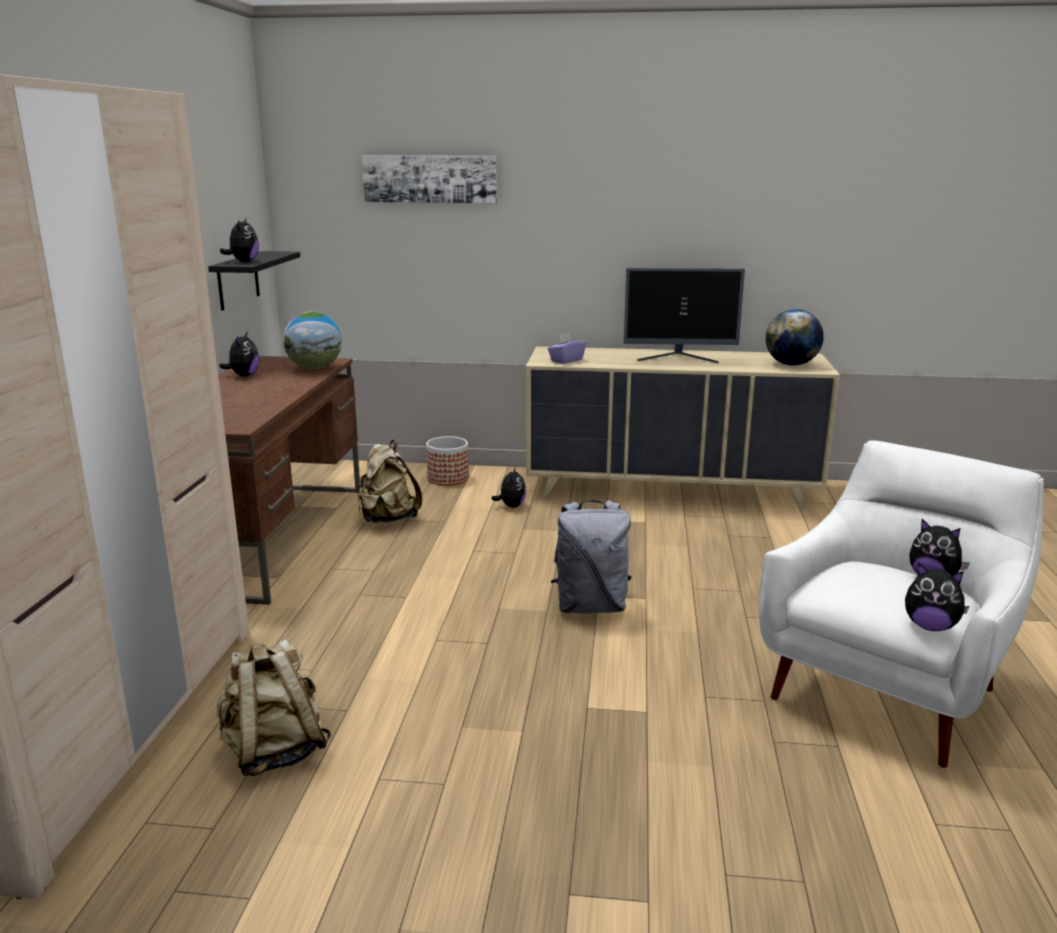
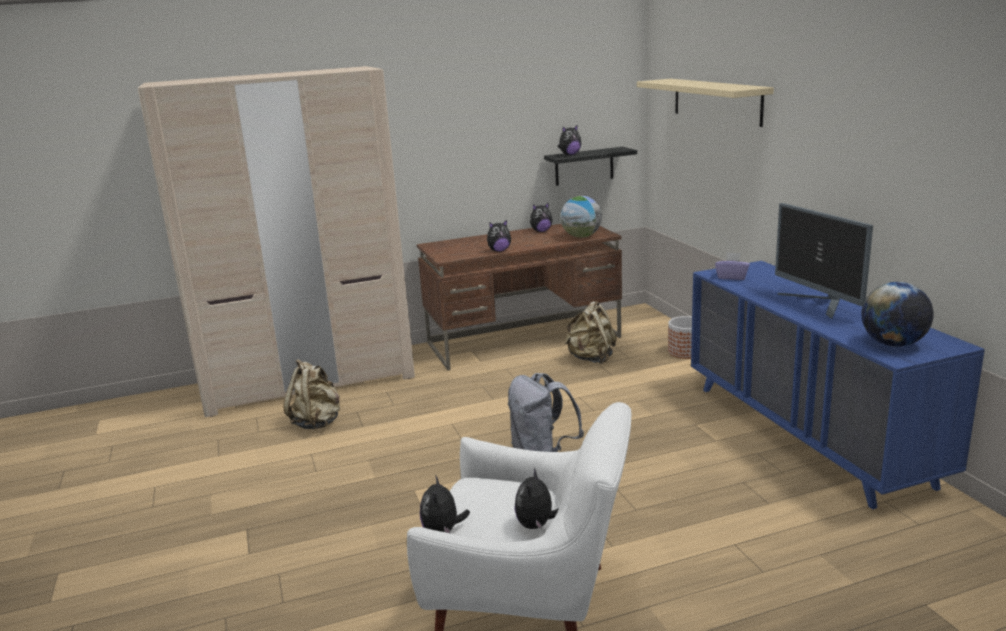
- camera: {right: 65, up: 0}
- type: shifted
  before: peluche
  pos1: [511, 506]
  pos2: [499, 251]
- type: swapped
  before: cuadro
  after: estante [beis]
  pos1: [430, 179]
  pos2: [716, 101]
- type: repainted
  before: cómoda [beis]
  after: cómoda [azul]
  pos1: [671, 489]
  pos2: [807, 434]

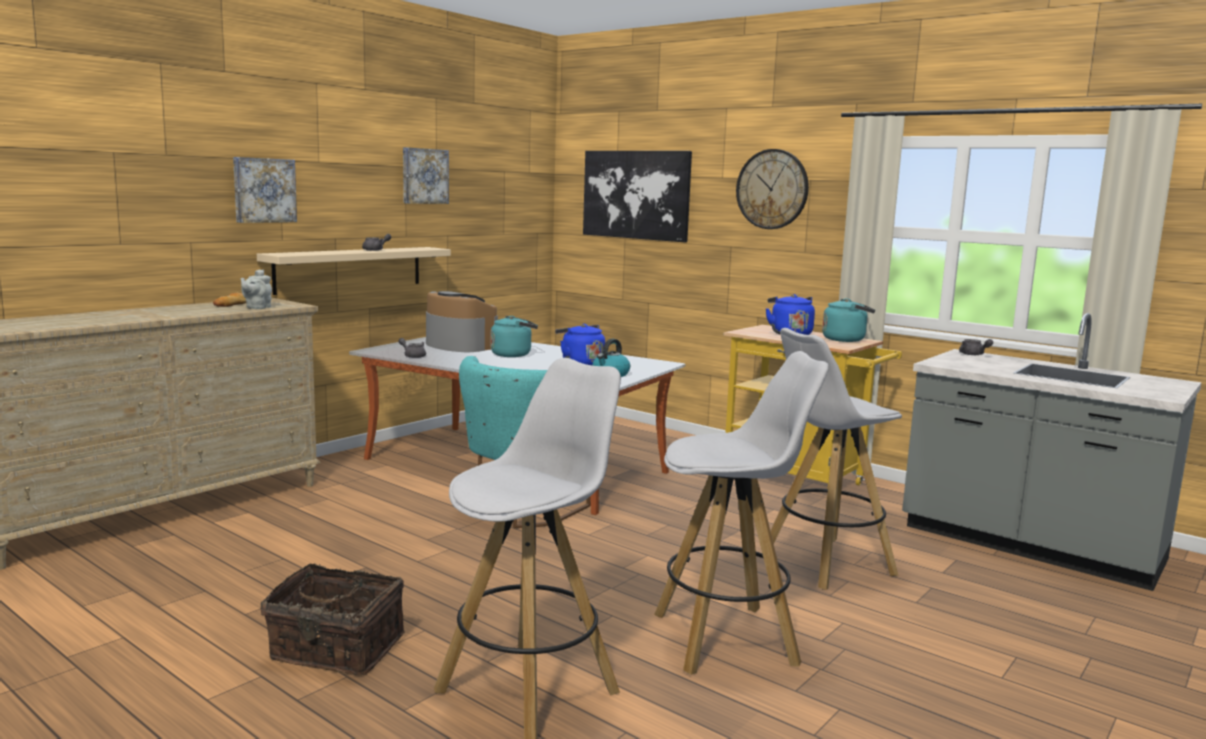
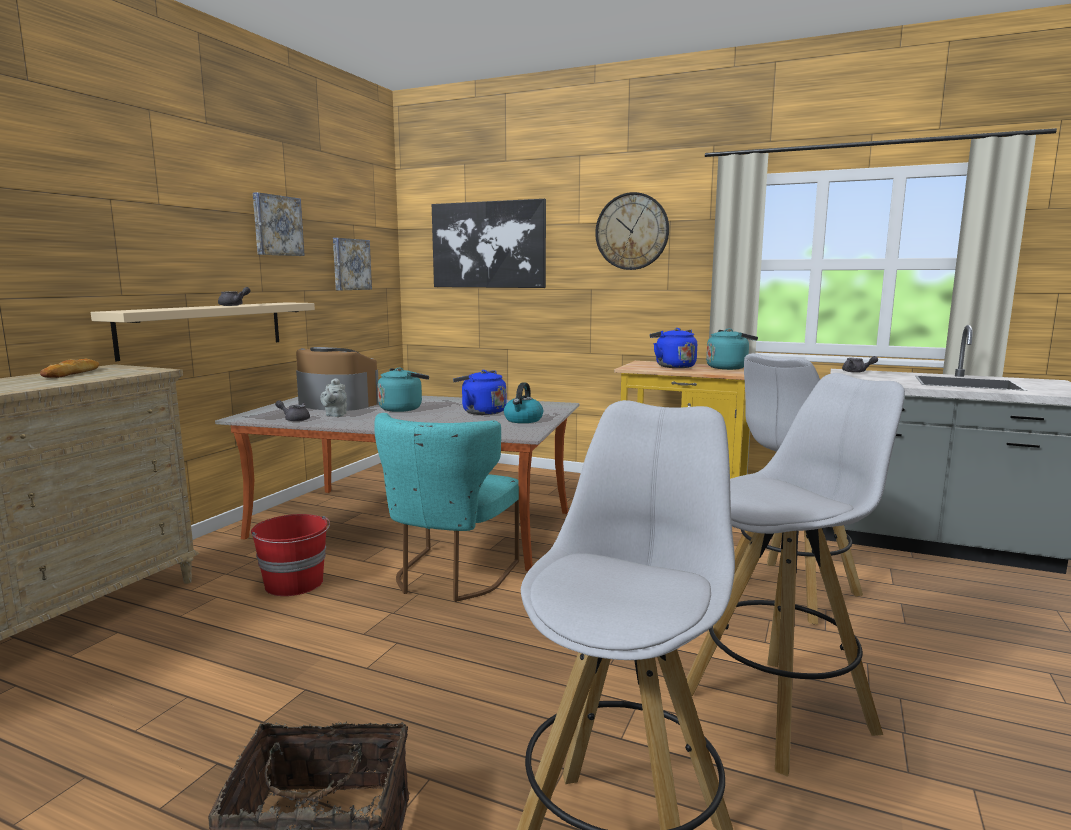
- camera: {right: -15, up: 0}
- type: new
  after: cubo [rojo]
  pos2: [295, 584]
- type: shifted
  before: tetera [gris]
  pos1: [257, 307]
  pos2: [335, 415]
- type: shifted
  before: cuadro
  pos1: [264, 190]
  pos2: [350, 264]

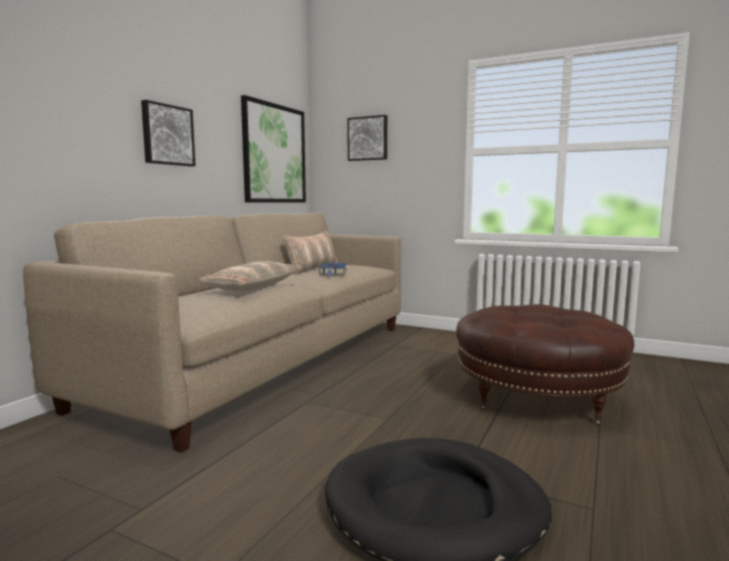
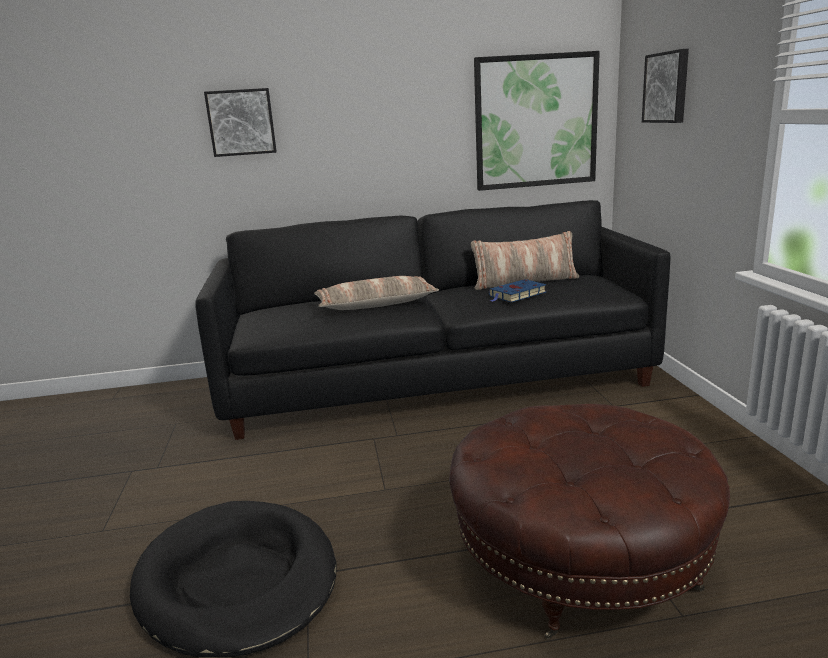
- camera: {right: 55, up: 10}
- type: repainted
  before: sofá [beis]
  after: sofá [negro]
  pos1: [267, 361]
  pos2: [435, 380]
- type: shifted
  before: cuadro
  pos1: [167, 135]
  pos2: [241, 122]

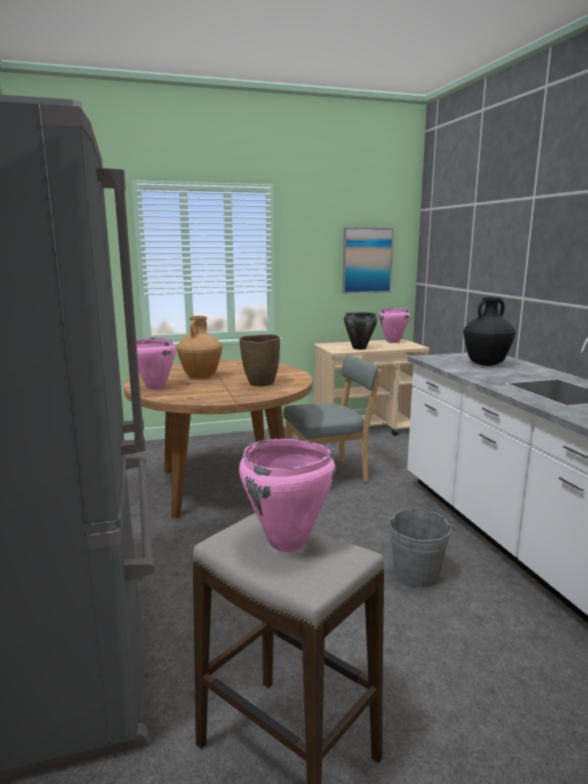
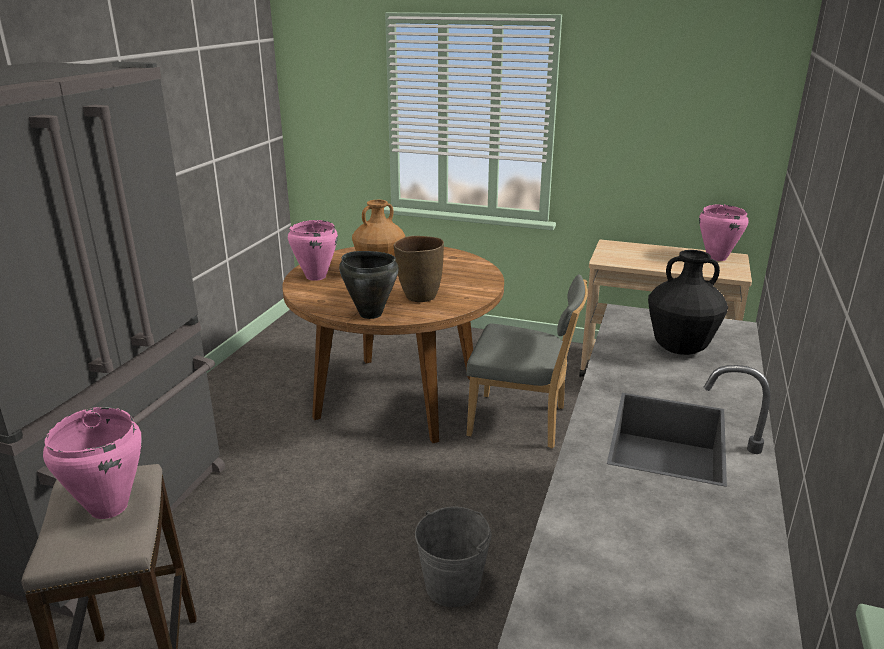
- camera: {right: 35, up: 10}
- type: shifted
  before: olla [negro]
  pos1: [359, 348]
  pos2: [370, 314]
- type: gone
  before: cuadro
  pos1: [367, 260]

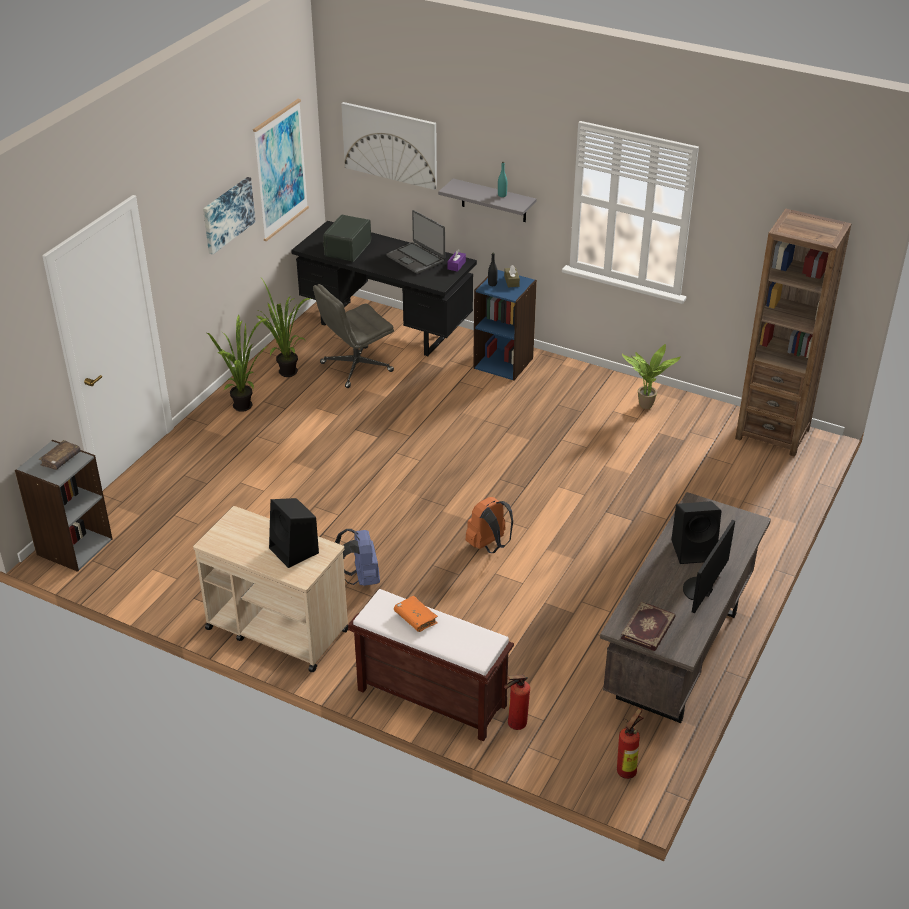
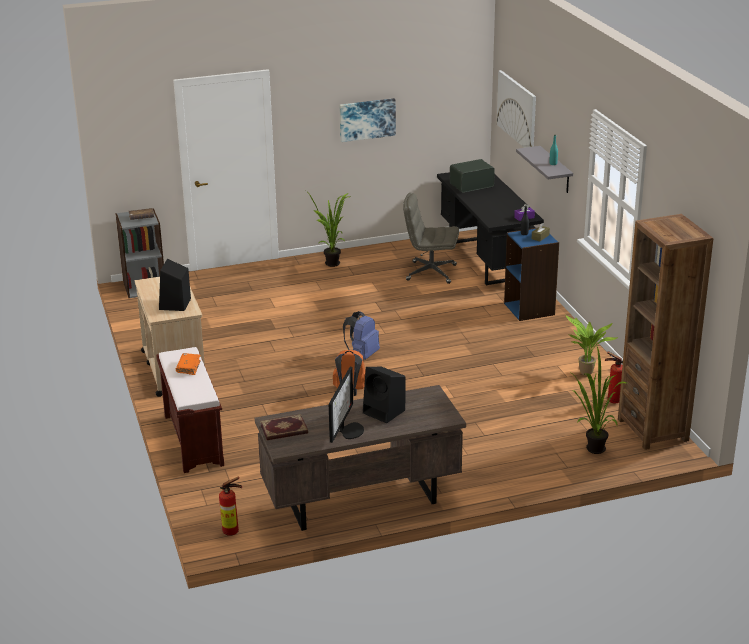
- camera: {right: 45, up: -10}
- type: rotated
  before: monitor
  pos1: [700, 590]
  pos2: [349, 430]
  turn: 120
- type: shifted
  before: mochila [azul]
  pos1: [361, 578]
  pos2: [362, 355]
- type: shifted
  before: planta en maceta
  pos1: [286, 375]
  pos2: [591, 450]
- type: shifted
  before: extintor
  pos1: [514, 725]
  pos2: [612, 400]
- type: gone
  before: cuadro
  pos1: [280, 170]
- type: gone
  before: portátil
  pos1: [416, 258]

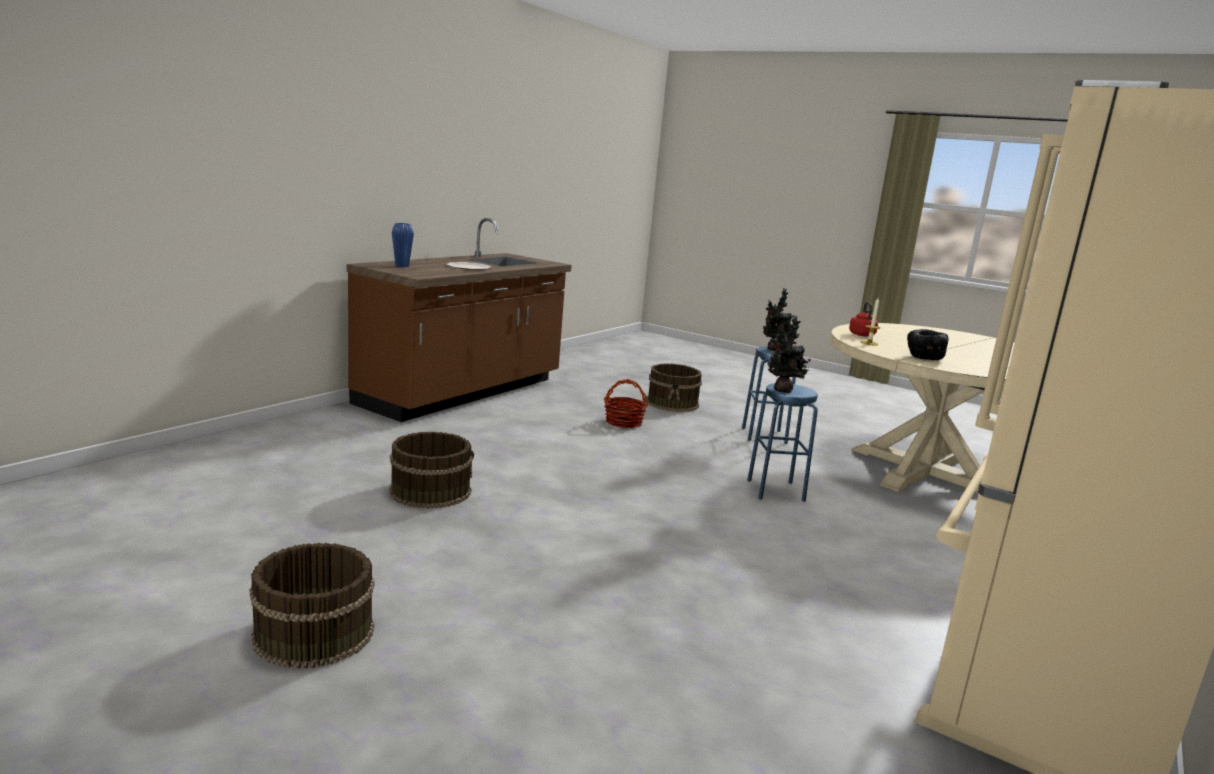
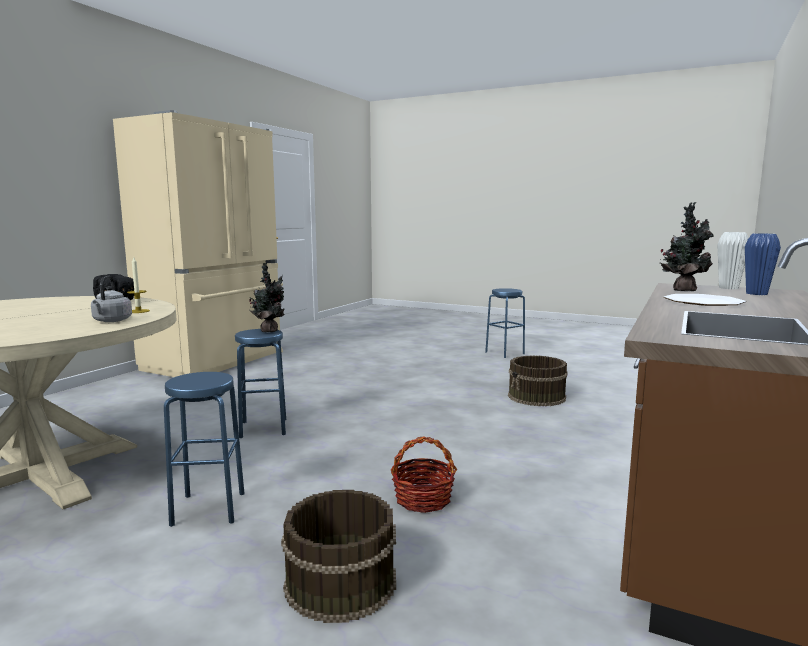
- camera: {right: 175, up: -5}
- type: repainted
  before: hervidor [rojo]
  after: hervidor [gris]
  pos1: [861, 334]
  pos2: [111, 321]
- type: swapped
  before: cubo [marrón]
  after: taburete [azul]
  pos1: [313, 634]
  pos2: [504, 353]
- type: shifted
  before: planta en maceta
  pos1: [774, 350]
  pos2: [683, 290]
- type: new
  after: florero [blanco]
  pos2: [728, 288]

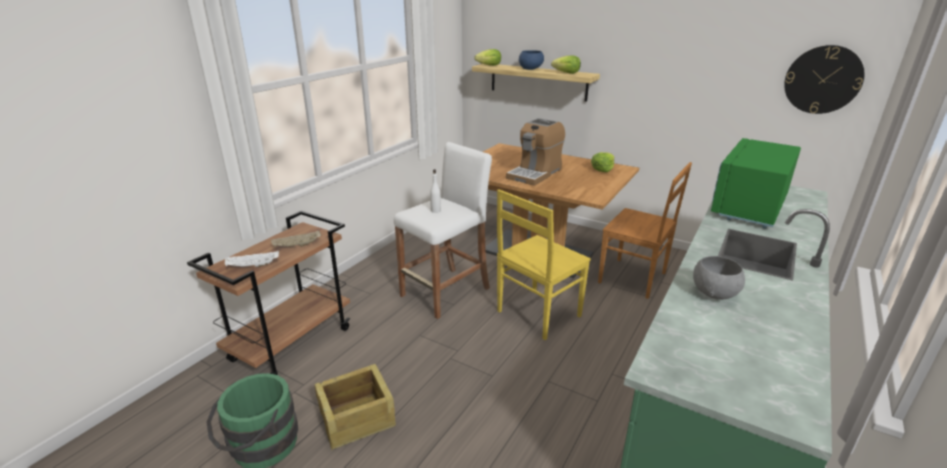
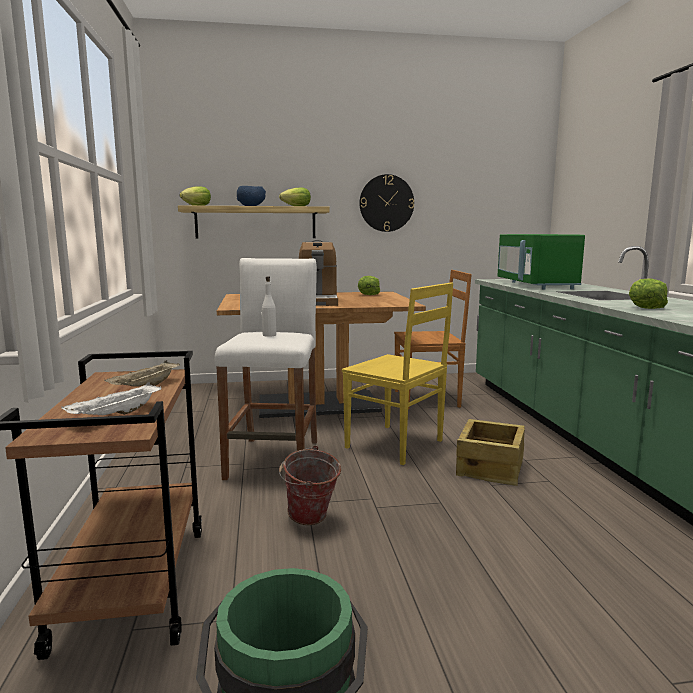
- camera: {right: -40, up: -15}
- type: new
  after: cubo
  pos2: [310, 521]
- type: rotated
  before: silla [amarillo]
  pos1: [537, 314]
  pos2: [396, 445]
  turn: -60
- type: shifted
  before: reloj de pared
  pos1: [823, 80]
  pos2: [386, 203]
- type: shifted
  before: caja de embalaje
  pos1: [357, 418]
  pos2: [491, 467]
- type: swapped
  before: cuenco [gris]
  after: lechuga
  pos1: [714, 293]
  pos2: [645, 307]

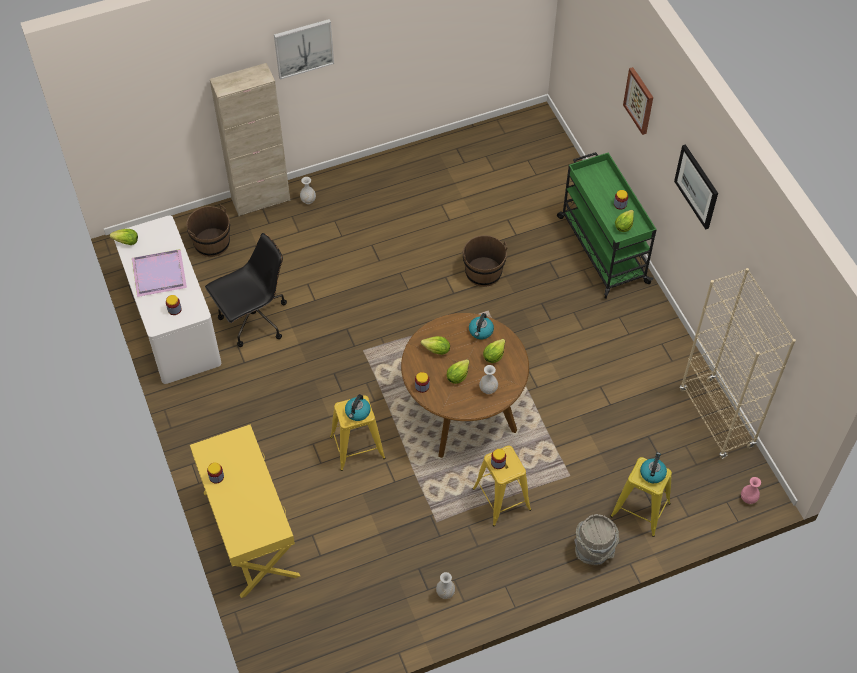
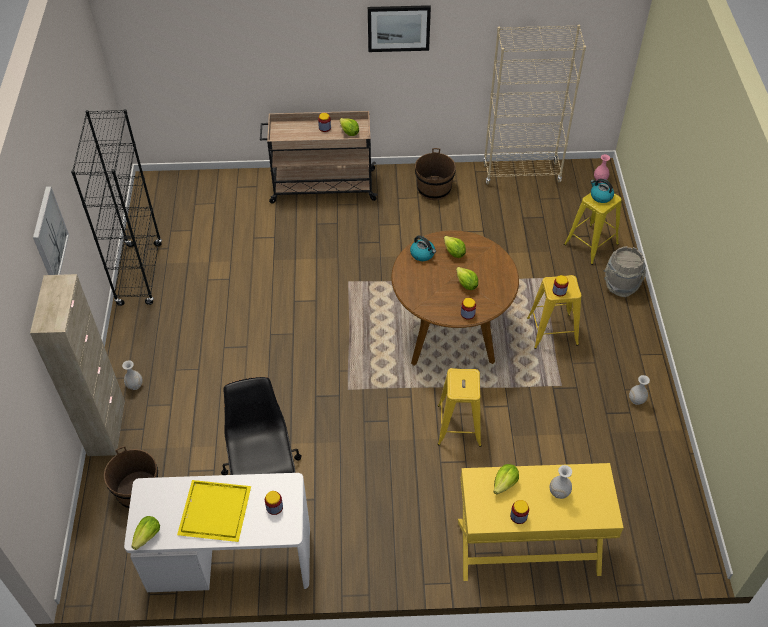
- camera: {right: -70, up: -5}
- type: new
  after: estantería [negro]
  pos2: [140, 274]
- type: repainted
  before: bandeja [morado]
  after: bandeja [amarillo]
  pos1: [160, 273]
  pos2: [214, 510]
- type: repainted
  before: carrito [verde]
  after: carrito [beis]
  pos1: [602, 248]
  pos2: [321, 186]
- type: shifted
  before: cubo [marrón]
  pos1: [483, 272]
  pos2: [434, 189]
- type: shifted
  before: lechuga
  pos1: [437, 350]
  pos2: [505, 483]
- type: shifted
  before: florero [blanco]
  pos1: [488, 389]
  pos2: [559, 492]
- type: gone
  before: hervidor
  pos1: [357, 412]
- type: gone
  before: cuadro
  pos1: [639, 100]

